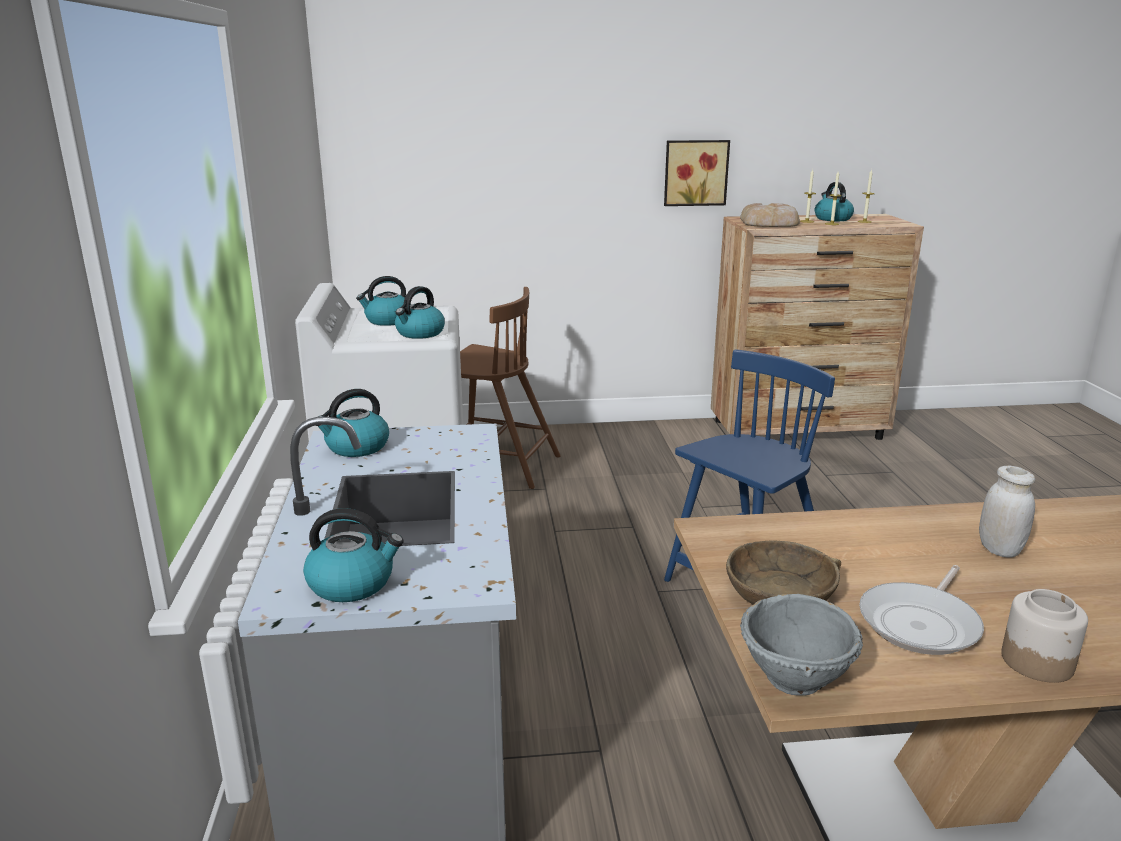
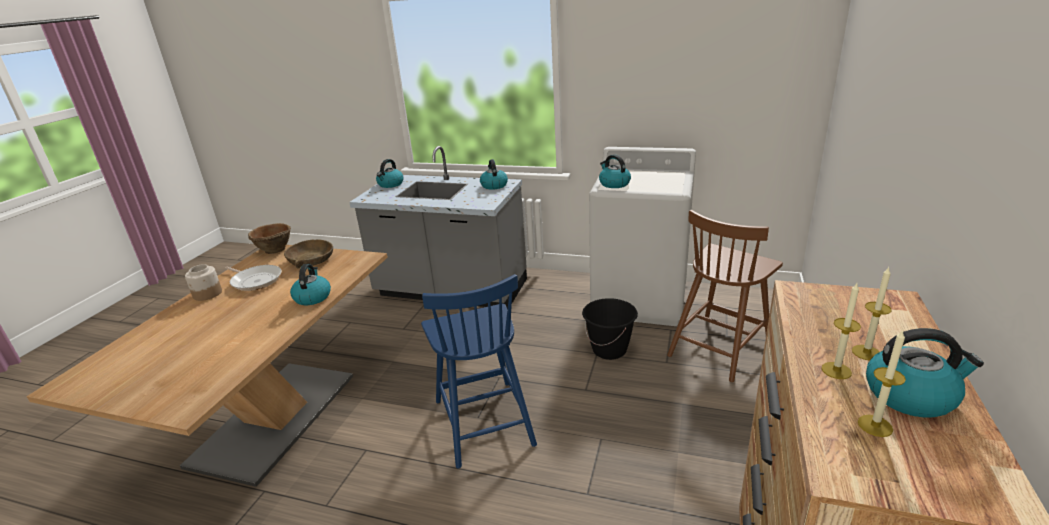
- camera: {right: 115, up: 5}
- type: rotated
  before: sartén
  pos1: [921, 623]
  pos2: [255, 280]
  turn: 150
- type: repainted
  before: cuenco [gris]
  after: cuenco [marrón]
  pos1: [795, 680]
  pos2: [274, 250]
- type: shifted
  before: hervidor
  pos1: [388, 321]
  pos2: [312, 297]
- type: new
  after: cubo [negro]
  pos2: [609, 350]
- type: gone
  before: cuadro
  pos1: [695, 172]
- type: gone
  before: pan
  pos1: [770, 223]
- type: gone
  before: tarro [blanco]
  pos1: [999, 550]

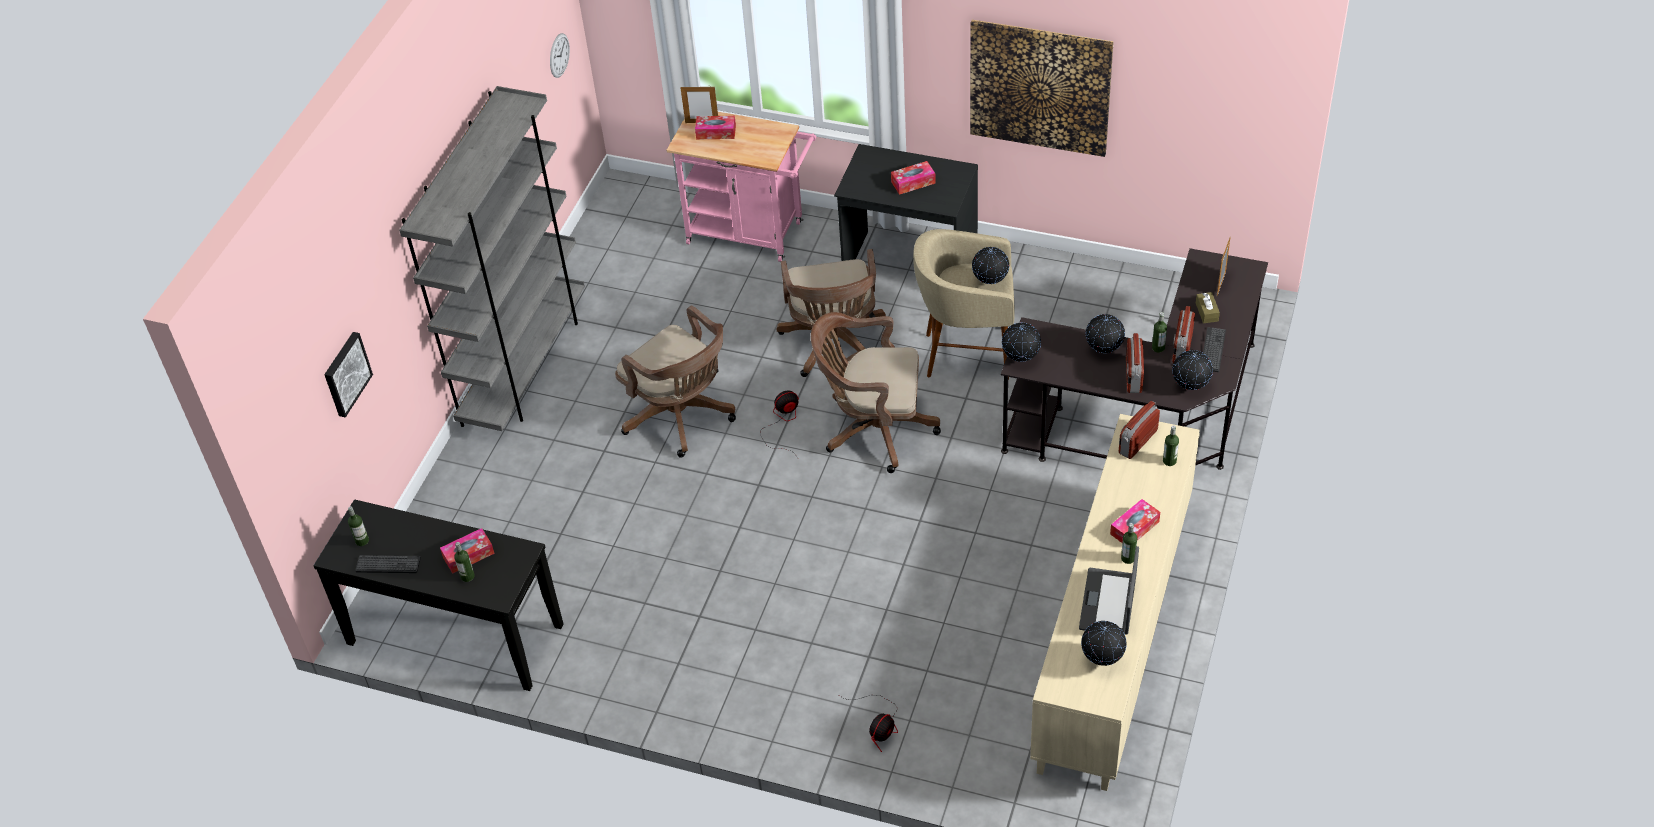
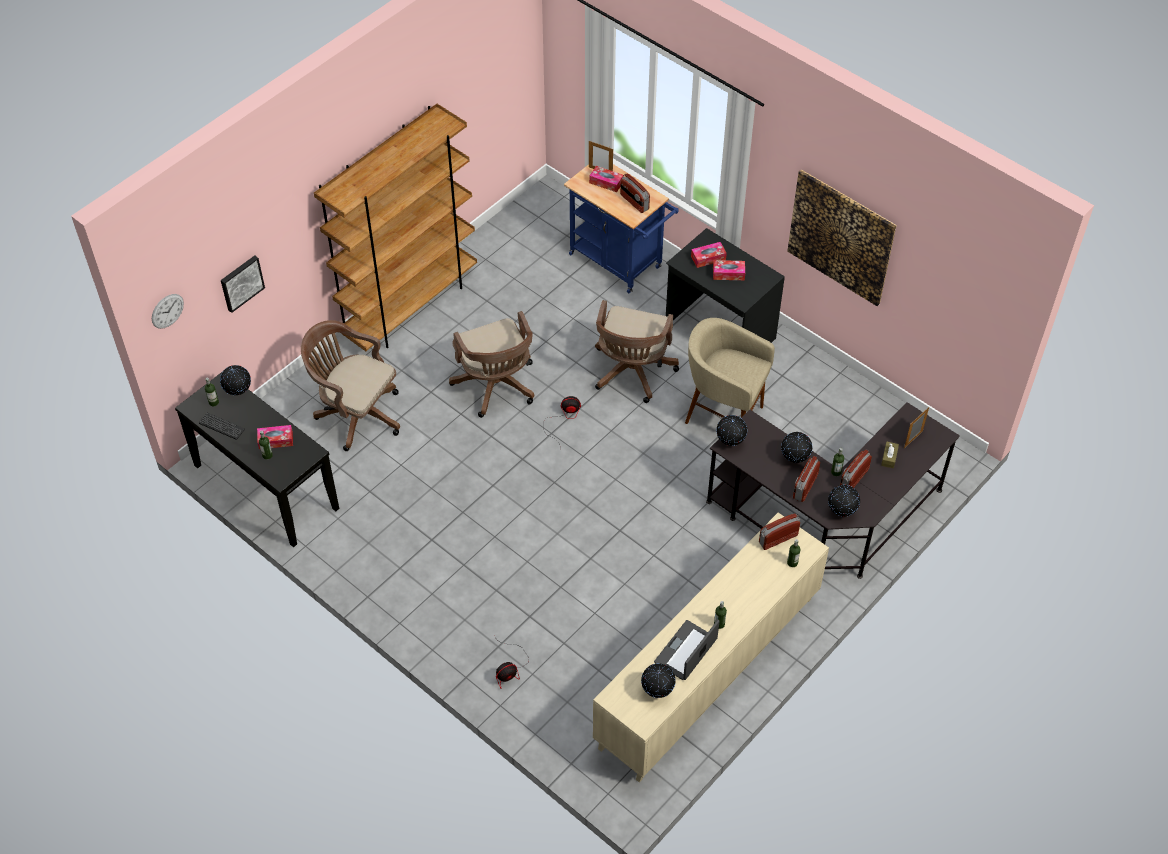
- camera: {right: 20, up: 5}
- type: shifted
  before: reloj de pared
  pos1: [559, 55]
  pos2: [167, 311]
- type: shifted
  before: globo terráqueo
  pos1: [990, 282]
  pos2: [238, 392]
- type: shifted
  before: silla de oficina [marrón]
  pos1: [873, 429]
  pos2: [356, 414]
- type: repainted
  before: estantería [gris]
  after: estantería [marrón]
  pos1: [524, 365]
  pos2: [410, 306]
- type: repainted
  before: carrito [rosa]
  after: carrito [azul]
  pos1: [752, 234]
  pos2: [620, 263]
- type: new
  after: radio
  pos2: [634, 202]
- type: shifted
  before: caja de pañuelos
  pos1: [1134, 528]
  pos2: [708, 258]
- type: gone
  before: teclado
  pos1: [1213, 350]

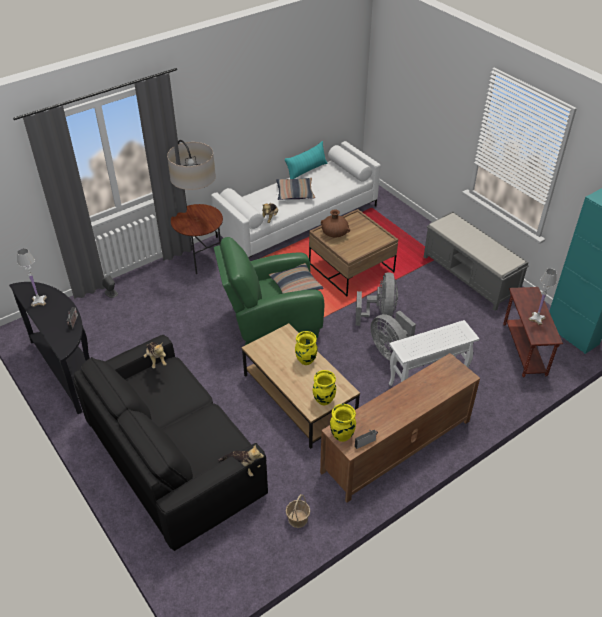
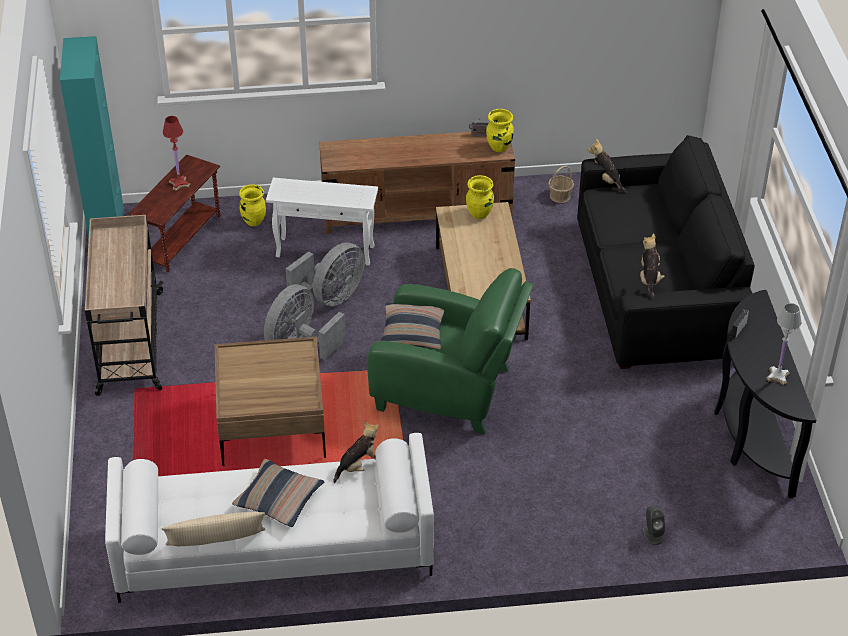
- camera: {right: -150, up: 0}
- type: swapped
  before: banco [gris]
  after: carrito [beis]
  pos1: [470, 277]
  pos2: [130, 343]
- type: repainted
  before: cojín [turquesa]
  after: cojín [beis]
  pos1: [306, 171]
  pos2: [216, 543]
- type: repainted
  before: lámpara de mesa [blanco]
  after: lámpara de mesa [rojo]
  pos1: [537, 318]
  pos2: [179, 183]
- type: shifted
  before: florero [amarillo]
  pos1: [306, 360]
  pos2: [254, 221]
- type: rotated
  before: ventilador [gris]
  pos1: [391, 351]
  pos2: [332, 297]
  turn: 45
- type: gone
  before: lámpara de pie
  pos1: [201, 260]
- type: gone
  before: florero [marrón]
  pos1: [334, 234]

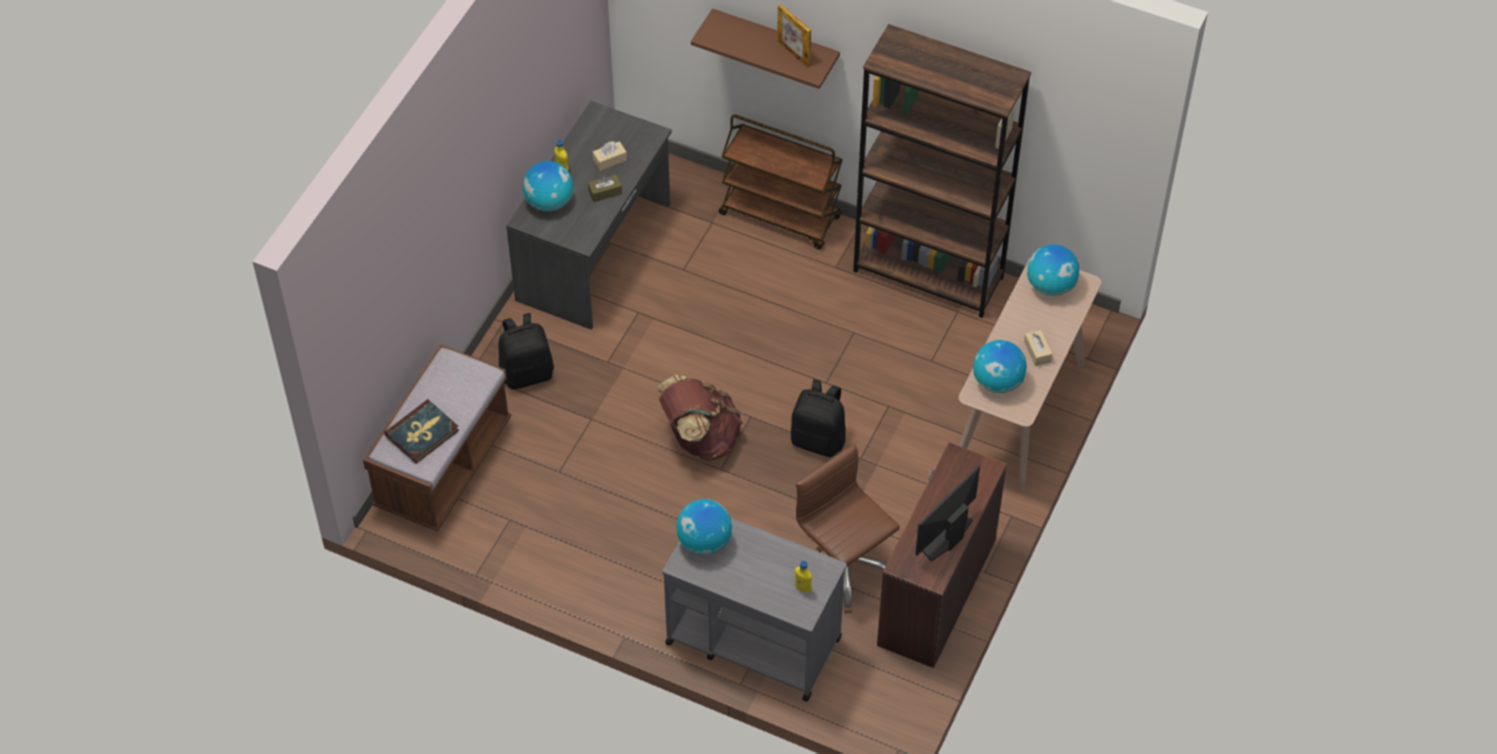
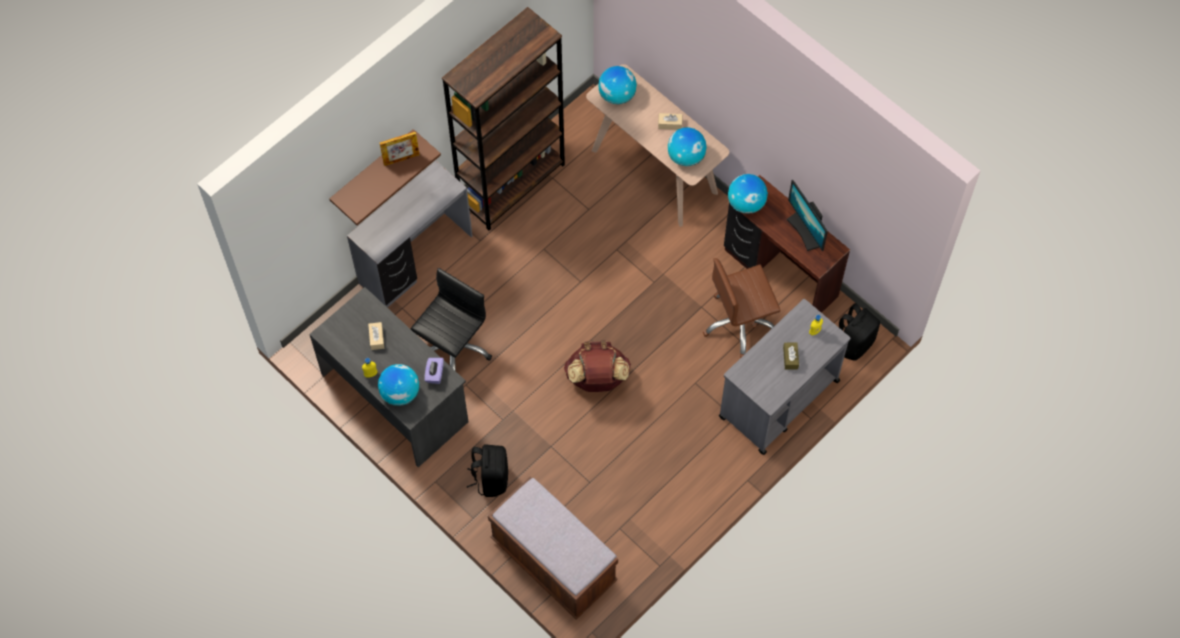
- camera: {right: -70, up: 10}
- type: swapped
  before: carrito [marrón]
  after: escritorio [gris]
  pos1: [781, 216]
  pos2: [416, 260]
- type: new
  after: silla de oficina [negro]
  pos2: [453, 348]
- type: new
  after: caja de pañuelos [morado]
  pos2: [434, 374]
- type: shifted
  before: globo terráqueo
  pos1: [704, 542]
  pos2: [746, 203]
- type: shifted
  before: caja de pañuelos [marrón]
  pos1: [605, 192]
  pos2: [790, 358]
- type: shifted
  before: mochila [negro]
  pos1: [818, 439]
  pos2: [853, 343]
- type: gone
  before: libro
  pos1: [422, 433]

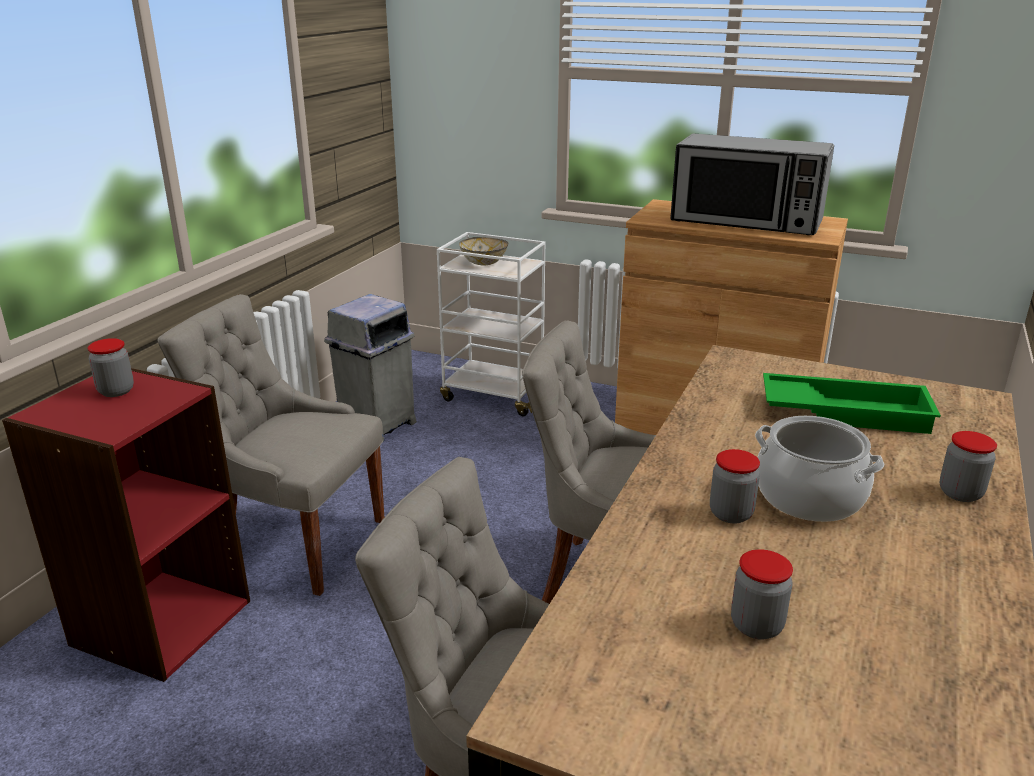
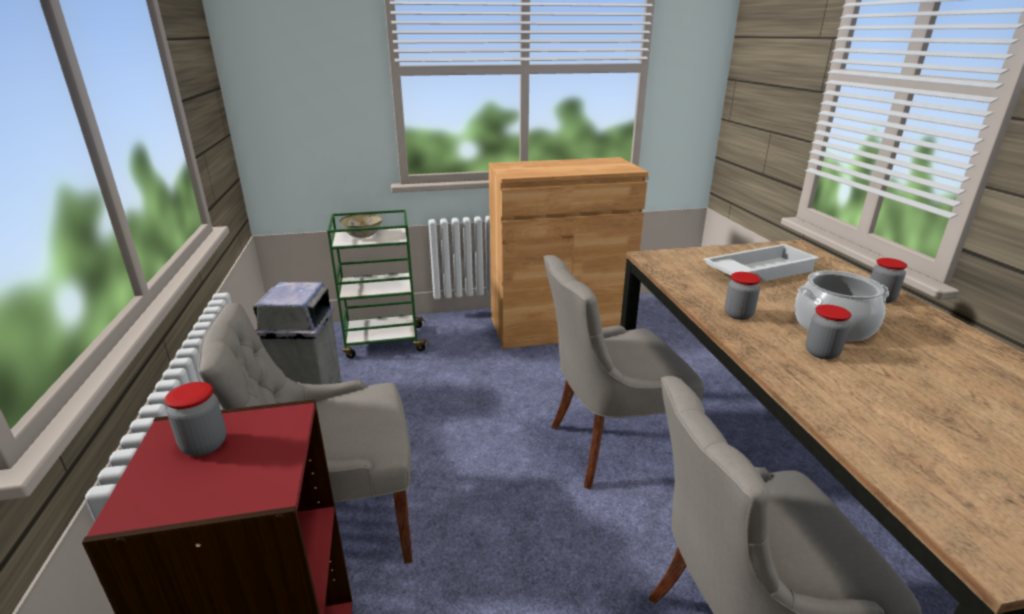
- camera: {right: -35, up: 0}
- type: repainted
  before: carrito [blanco]
  after: carrito [verde]
  pos1: [494, 395]
  pos2: [383, 342]
- type: repainted
  before: bandeja [verde]
  after: bandeja [blanco]
  pos1: [845, 411]
  pos2: [758, 271]
- type: shifted
  before: tarro
  pos1: [756, 626]
  pos2: [738, 315]
- type: gone
  before: microondas
  pos1: [746, 221]

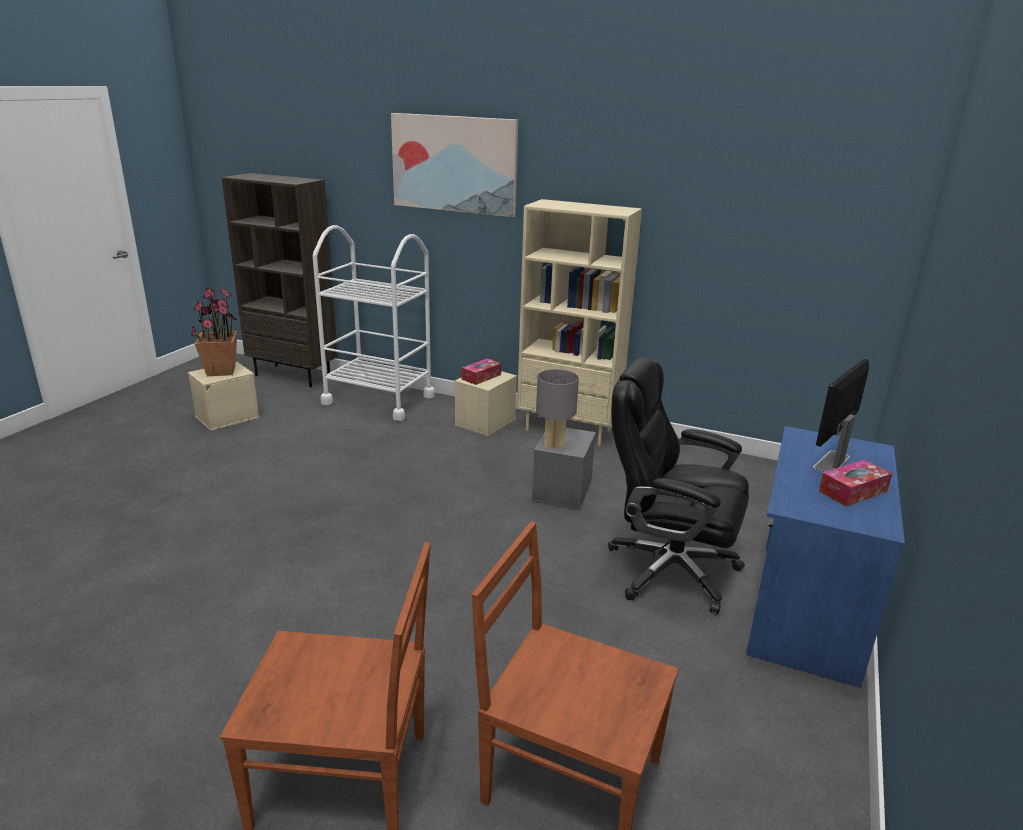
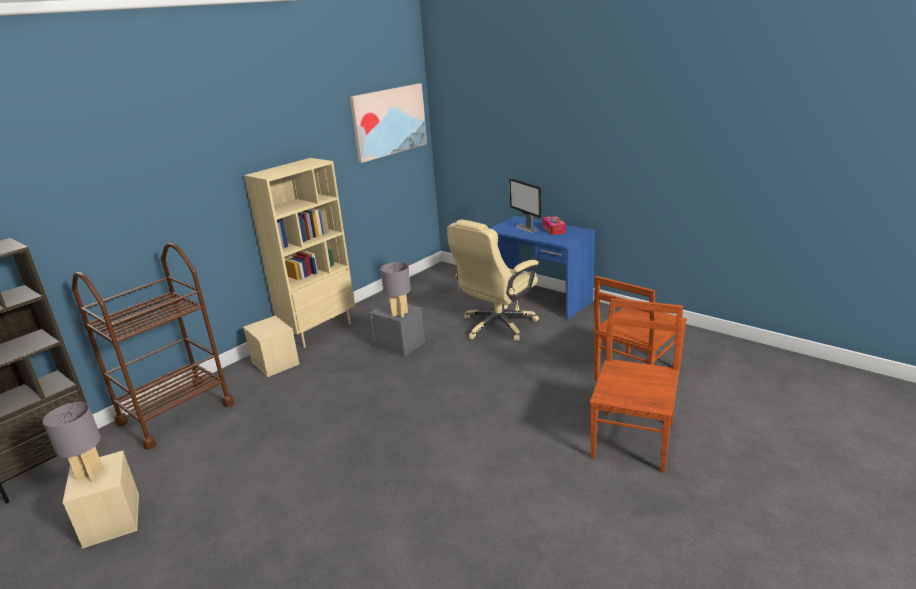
- camera: {right: -70, up: 0}
- type: swapped
  before: planta en maceta
  after: lámpara de mesa [gris]
  pos1: [221, 371]
  pos2: [90, 474]
- type: repainted
  before: carrito [blanco]
  after: carrito [marrón]
  pos1: [379, 399]
  pos2: [176, 413]
- type: shifted
  before: cuadro
  pos1: [454, 164]
  pos2: [389, 121]
- type: repainted
  before: silla de oficina [negro]
  after: silla de oficina [beis]
  pos1: [668, 569]
  pos2: [497, 325]
- type: gone
  before: caja de pañuelos
  pos1: [481, 377]

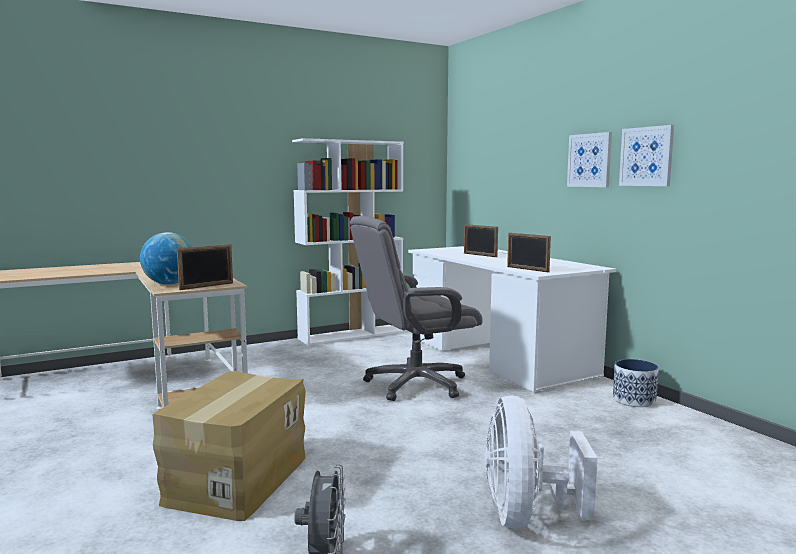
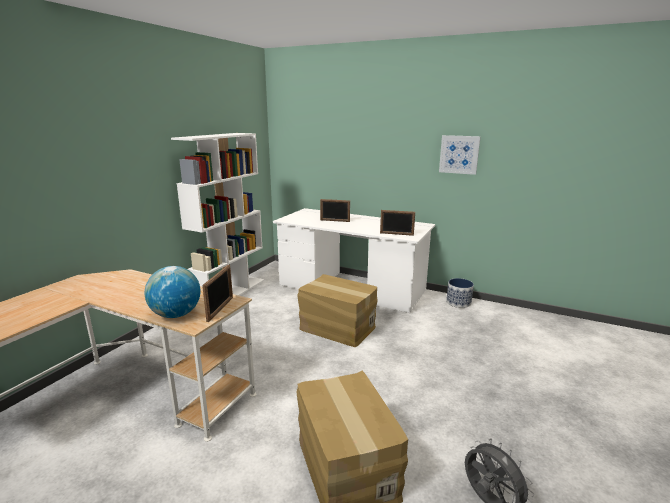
- camera: {right: -35, up: 10}
- type: swapped
  before: silla de oficina [gris]
  after: caja de cartón
  pos1: [415, 384]
  pos2: [337, 328]
- type: gone
  before: ventilador [blanco]
  pos1: [526, 516]
- type: gone
  before: cuadro
  pos1: [589, 160]

